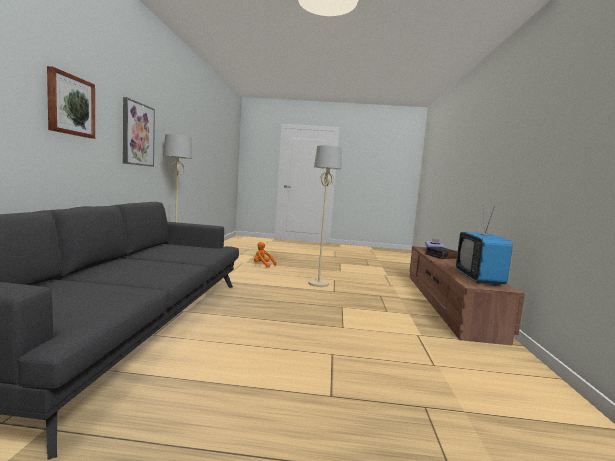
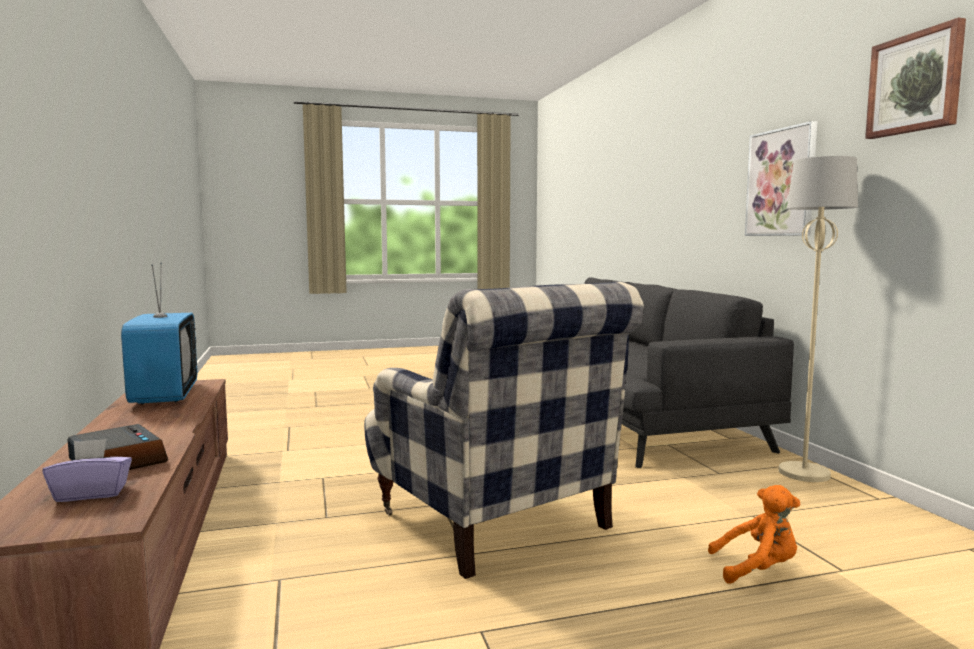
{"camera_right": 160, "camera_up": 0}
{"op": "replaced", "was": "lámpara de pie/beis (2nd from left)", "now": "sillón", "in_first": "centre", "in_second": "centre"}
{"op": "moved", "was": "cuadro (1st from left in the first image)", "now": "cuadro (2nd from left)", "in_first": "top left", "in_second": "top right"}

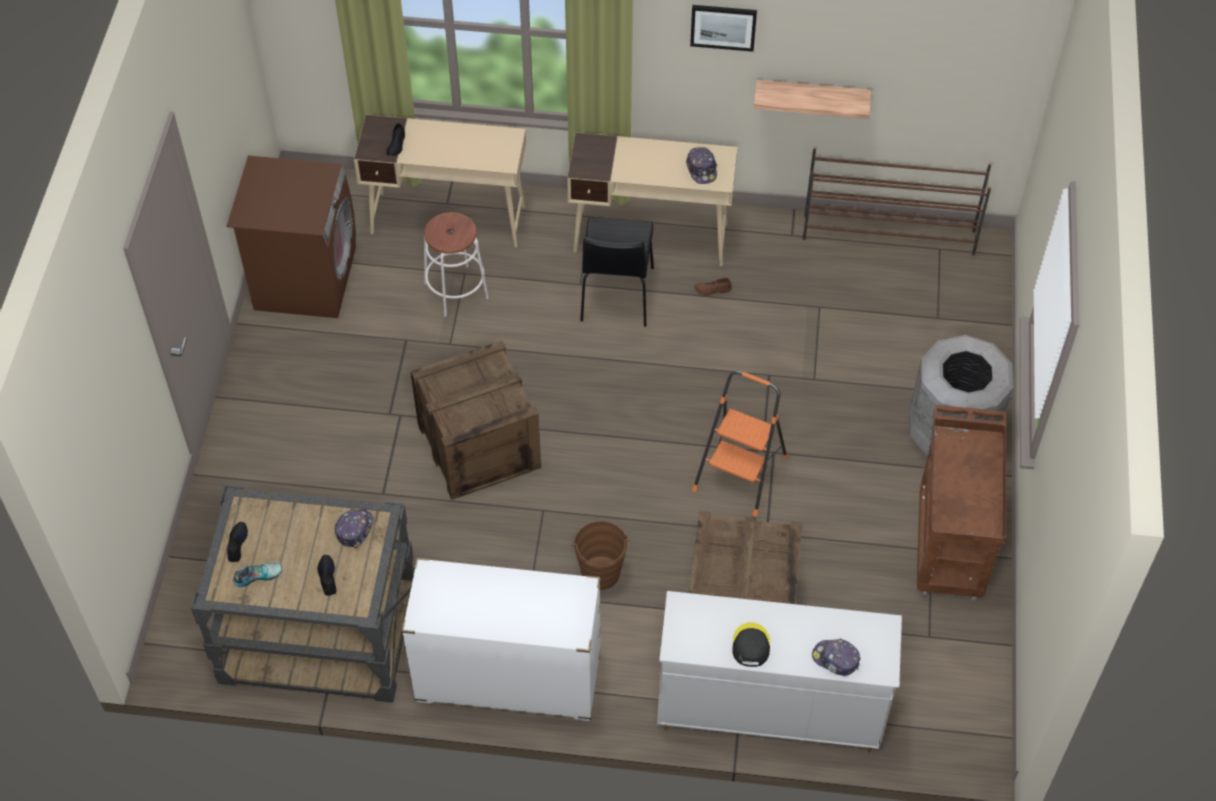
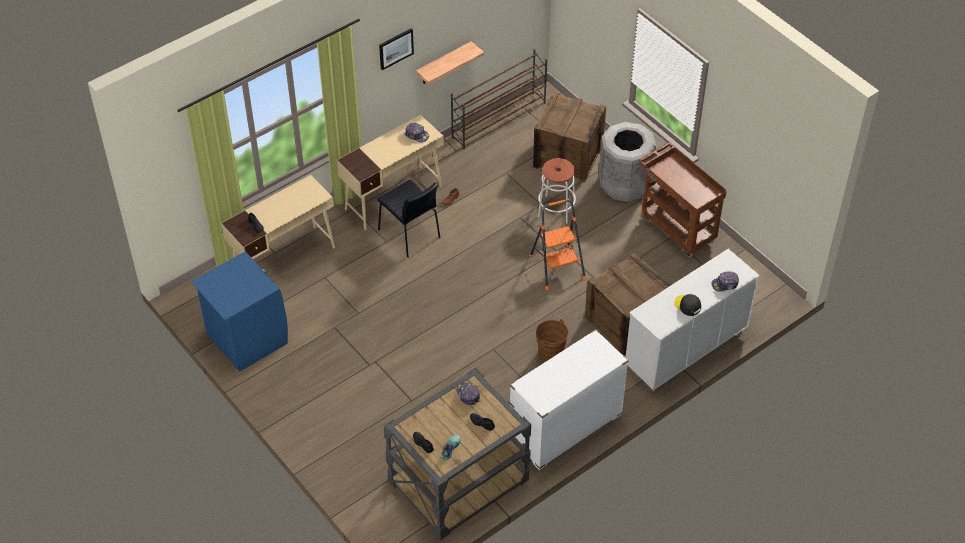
{"camera_right": -45, "camera_up": -5}
{"op": "recoloured", "was": "lavadora/marrón", "now": "lavadora/azul", "in_first": "top left", "in_second": "middle left"}
{"op": "moved", "was": "caja de embalaje (1st from left)", "in_first": "centre", "in_second": "top centre"}
{"op": "moved", "was": "taburete/blanco", "in_first": "top centre", "in_second": "centre"}

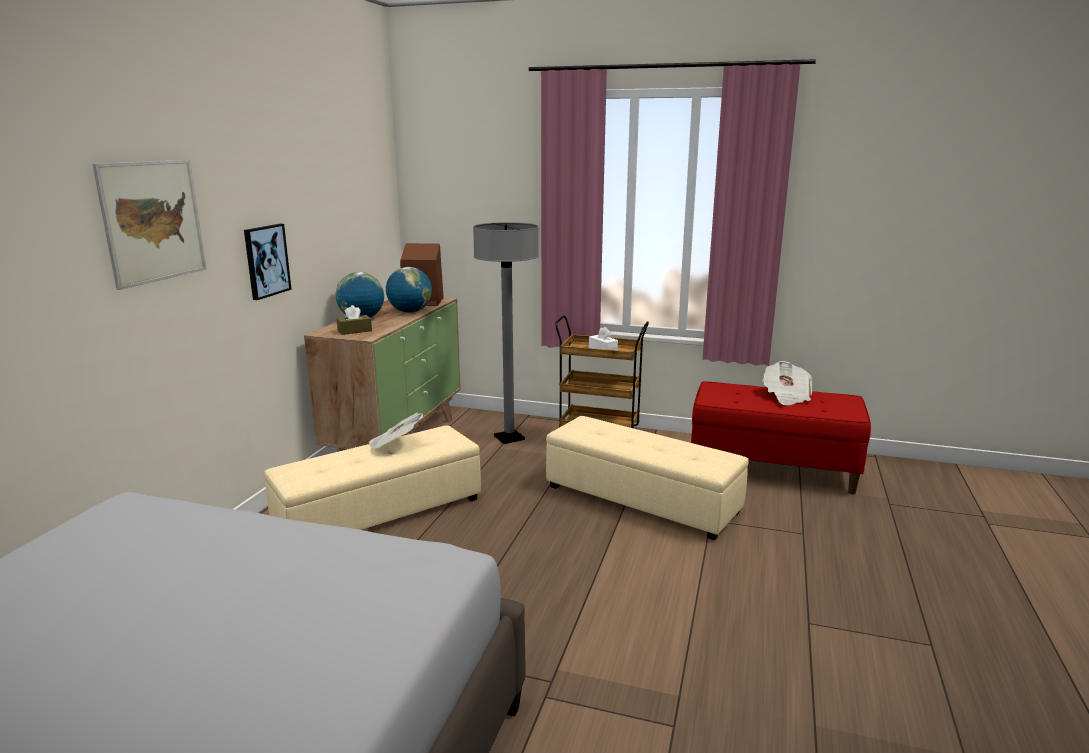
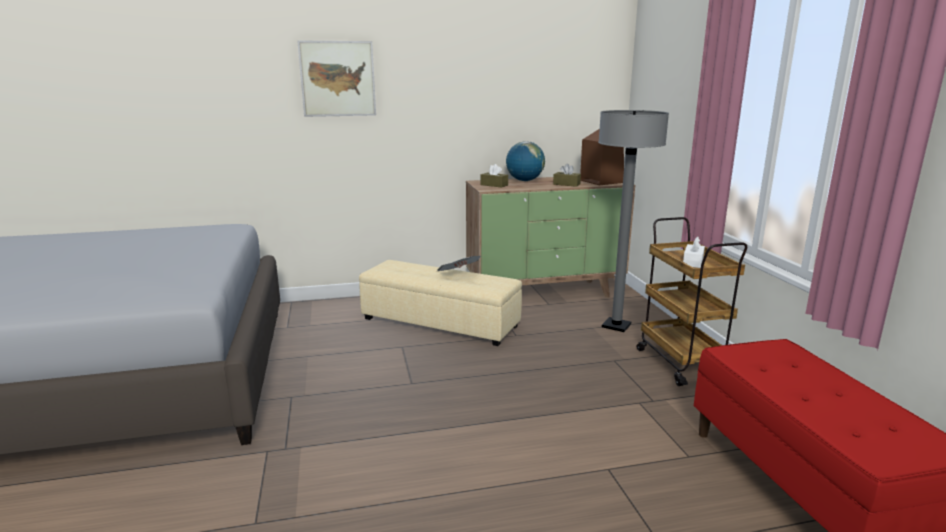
{"camera_right": 60, "camera_up": 0}
{"op": "replaced", "was": "globo terráqueo (2nd from left)", "now": "caja de pañuelos/marrón (2nd from left)", "in_first": "centre", "in_second": "top centre"}
{"op": "removed", "was": "cuadro (2nd from left)", "in_first": "middle left"}
{"op": "removed", "was": "puf/beis (2nd from left)", "in_first": "centre"}
{"op": "removed", "was": "periódico (2nd from left)", "in_first": "middle right"}

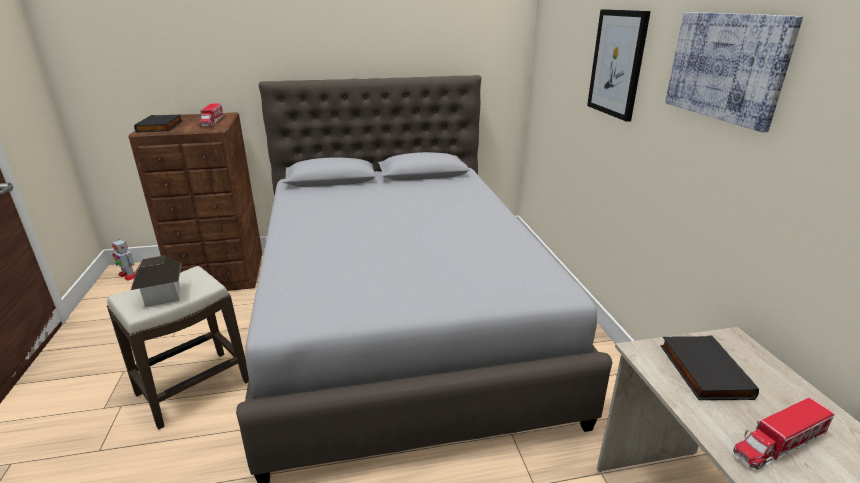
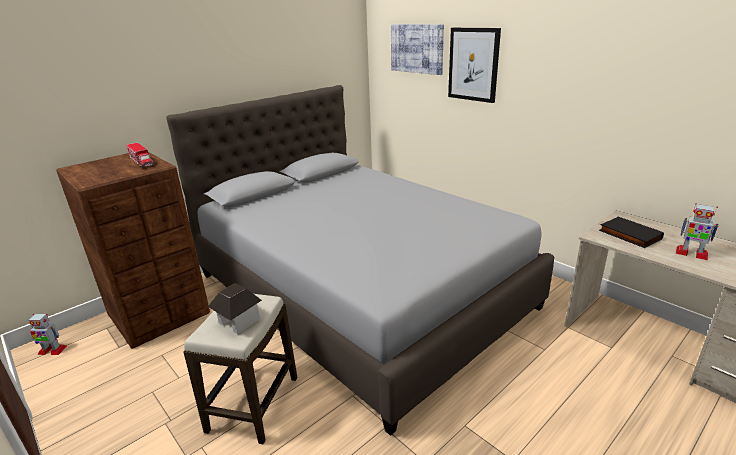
{"camera_right": -30, "camera_up": 0}
{"op": "moved", "was": "cuadro (2nd from left in the first image)", "now": "cuadro (1st from left)", "in_first": "top right", "in_second": "top centre"}
{"op": "replaced", "was": "camión de juguete (2nd from left)", "now": "robot de juguete (2nd from left)", "in_first": "bottom right", "in_second": "middle right"}
{"op": "removed", "was": "libro/negro (1st from left)", "in_first": "top left"}

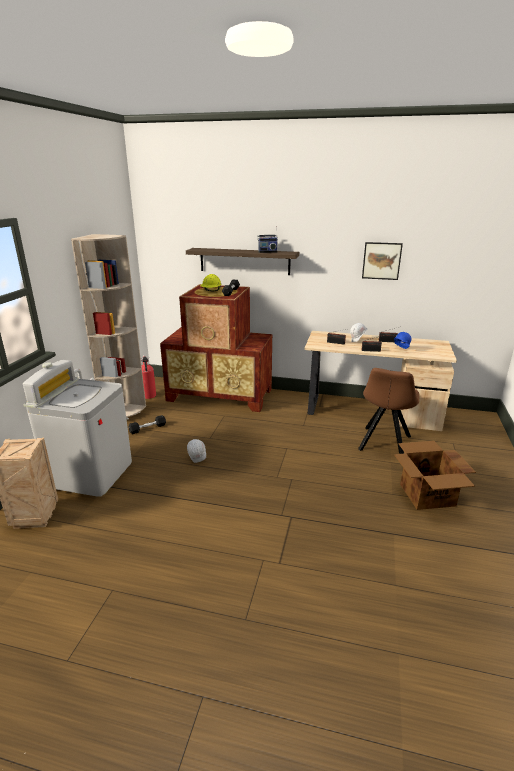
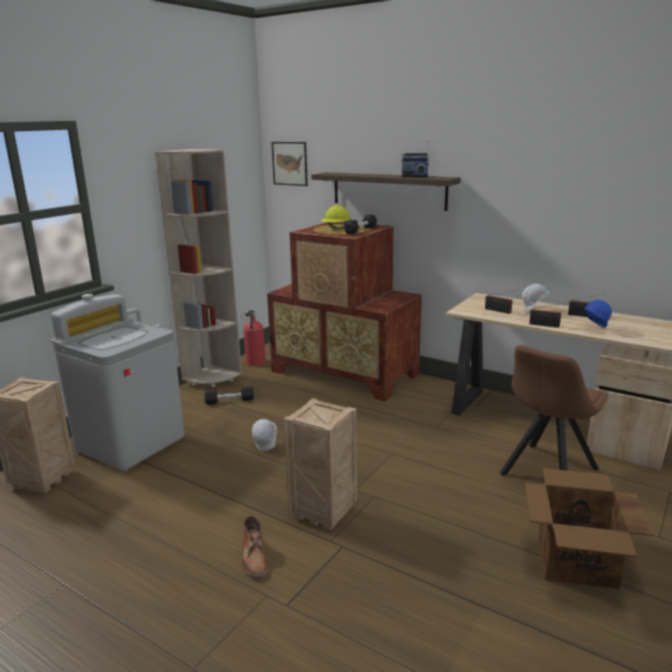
{"camera_right": 20, "camera_up": -5}
{"op": "added", "now": "bota/marrón", "in_second": "bottom centre"}
{"op": "moved", "was": "cuadro", "in_first": "middle right", "in_second": "top centre"}
{"op": "added", "now": "caja de embalaje (2nd from left)", "in_second": "bottom centre"}

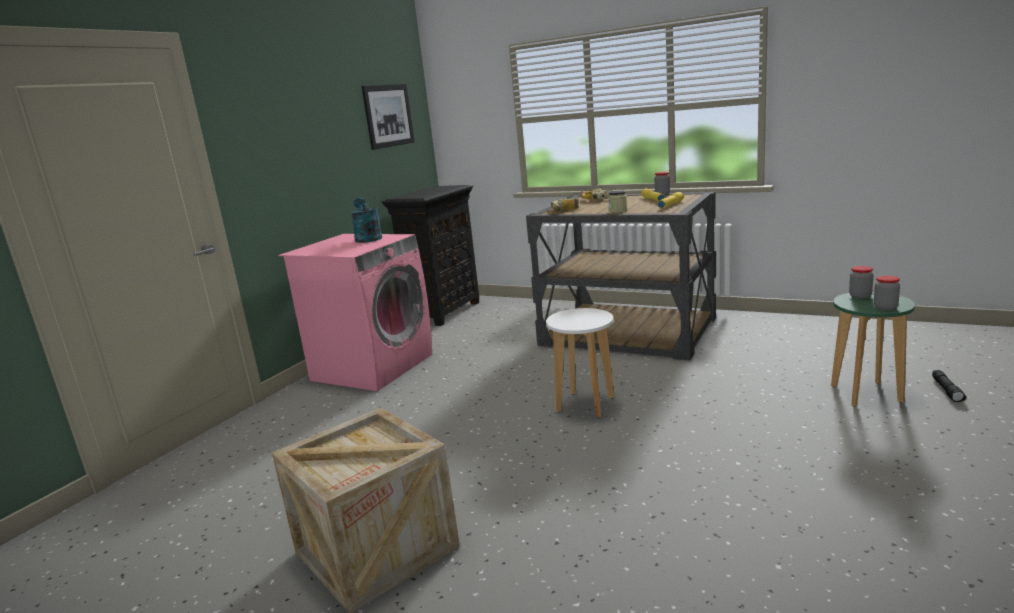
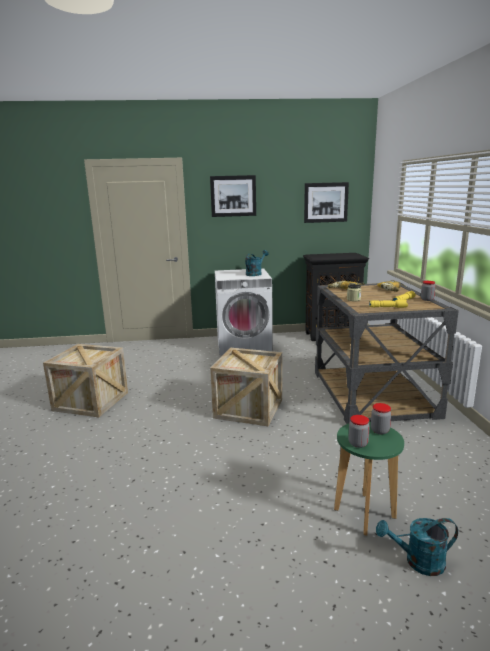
{"camera_right": 55, "camera_up": 0}
{"op": "added", "now": "cuadro (1st from left)", "in_second": "top centre"}
{"op": "replaced", "was": "taburete/blanco", "now": "caja de embalaje (2nd from left)", "in_first": "centre", "in_second": "centre"}
{"op": "recoloured", "was": "lavadora/rosa", "now": "lavadora/blanco", "in_first": "centre", "in_second": "centre"}
{"op": "replaced", "was": "linterna/negro", "now": "regadera/turquesa (2nd from left)", "in_first": "middle right", "in_second": "bottom right"}

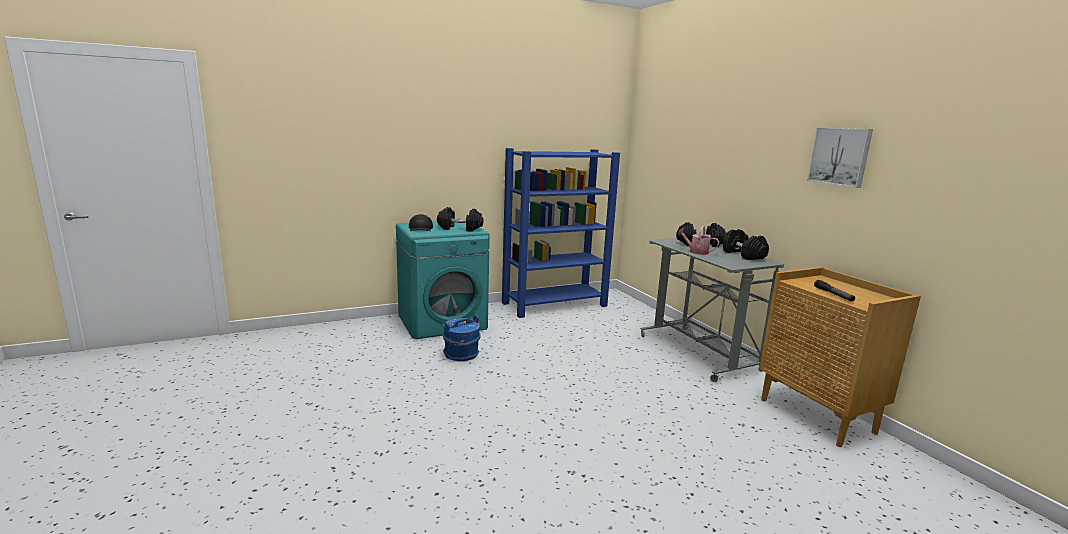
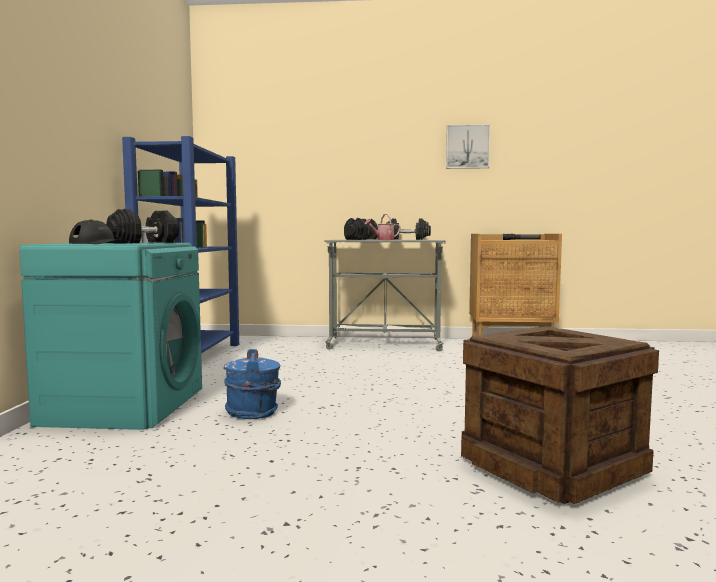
{"camera_right": -60, "camera_up": -10}
{"op": "added", "now": "caja de embalaje", "in_second": "bottom right"}

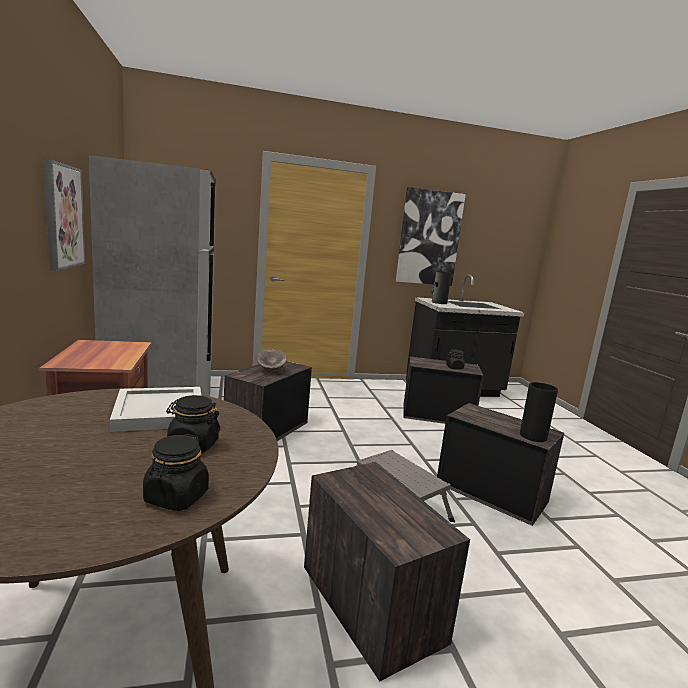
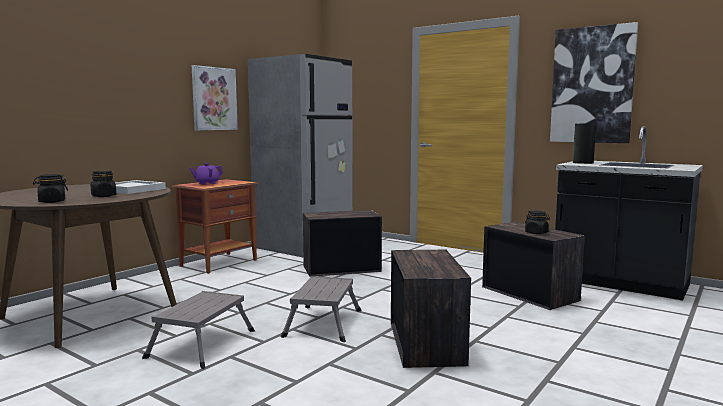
{"camera_right": 50, "camera_up": -5}
{"op": "replaced", "was": "caja de embalaje (2nd from left)", "now": "escalera de tijera/gris (1st from left)", "in_first": "bottom centre", "in_second": "bottom left"}
{"op": "added", "now": "tetera/morado", "in_second": "middle left"}
{"op": "removed", "was": "cuenco/gris", "in_first": "centre"}
{"op": "removed", "was": "florero (2nd from left)", "in_first": "middle right"}

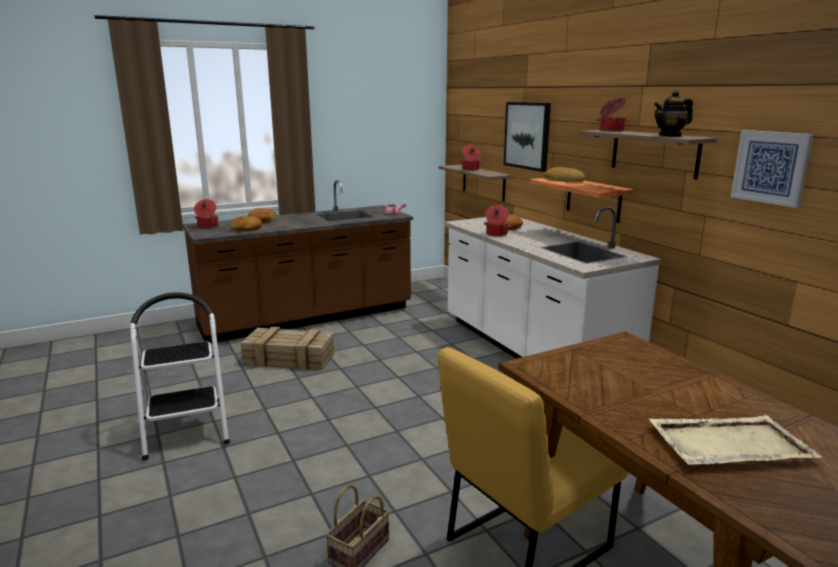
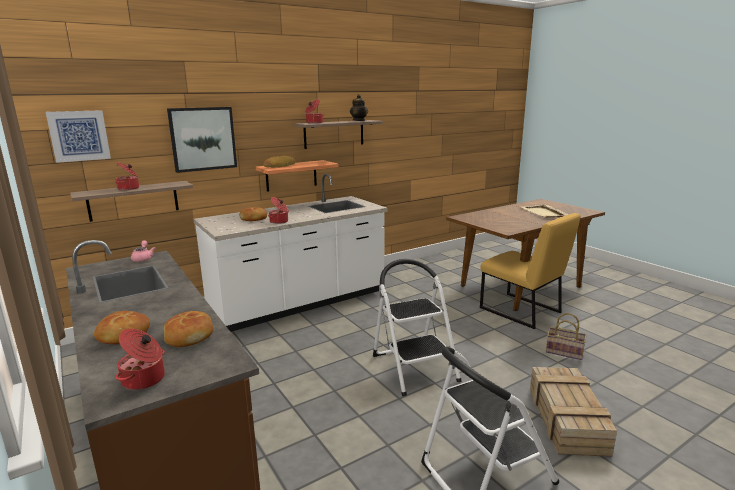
{"camera_right": -95, "camera_up": 0}
{"op": "moved", "was": "cuadro (2nd from left in the first image)", "now": "cuadro (1st from left)", "in_first": "top right", "in_second": "top left"}
{"op": "added", "now": "escalera de tijera (1st from left)", "in_second": "bottom centre"}
{"op": "moved", "was": "caja de embalaje", "in_first": "centre", "in_second": "bottom right"}

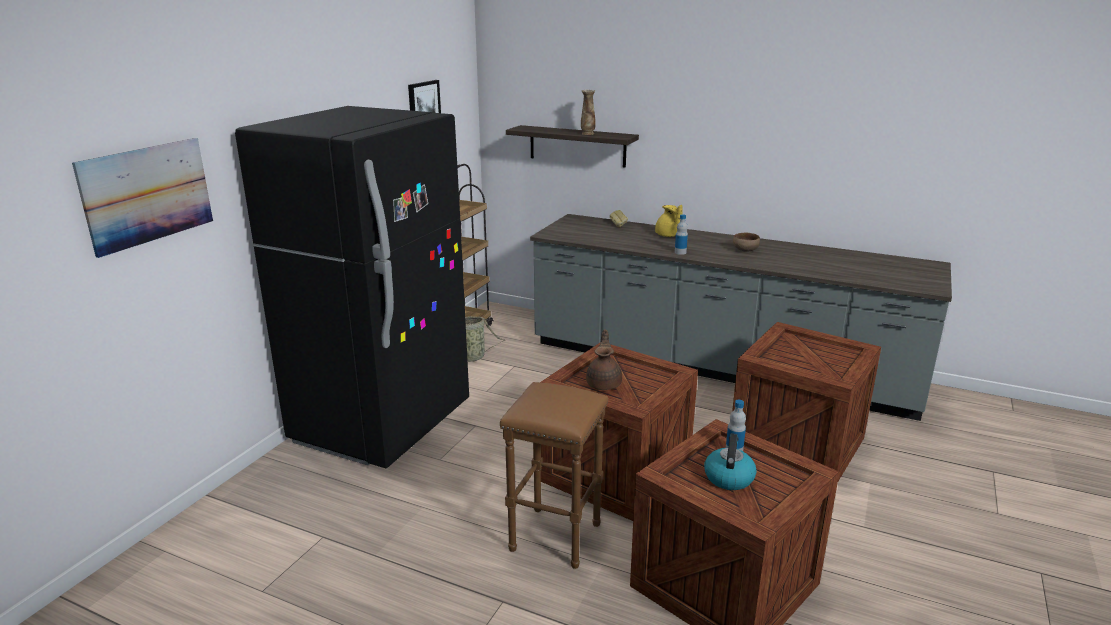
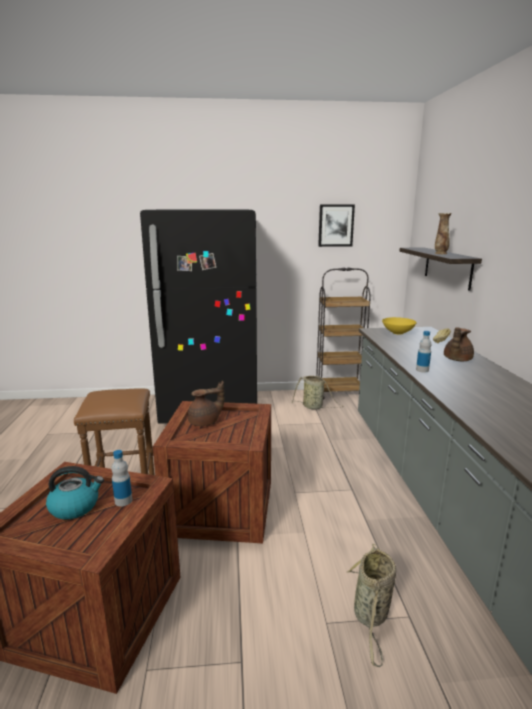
{"camera_right": 60, "camera_up": -5}
{"op": "replaced", "was": "caja de embalaje (3rd from left)", "now": "cesta (2nd from left)", "in_first": "middle right", "in_second": "bottom right"}
{"op": "added", "now": "cuenco/amarillo", "in_second": "middle right"}
{"op": "recoloured", "was": "tetera/amarillo", "now": "tetera/marrón (2nd from left)", "in_first": "centre", "in_second": "middle right"}
{"op": "removed", "was": "cuadro (1st from left)", "in_first": "top left"}
{"op": "removed", "was": "cuenco/marrón", "in_first": "middle right"}

